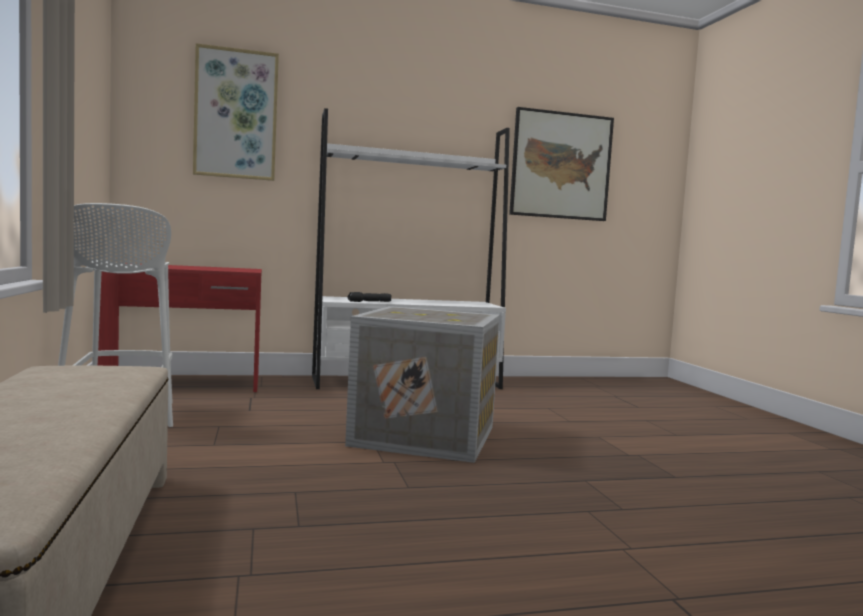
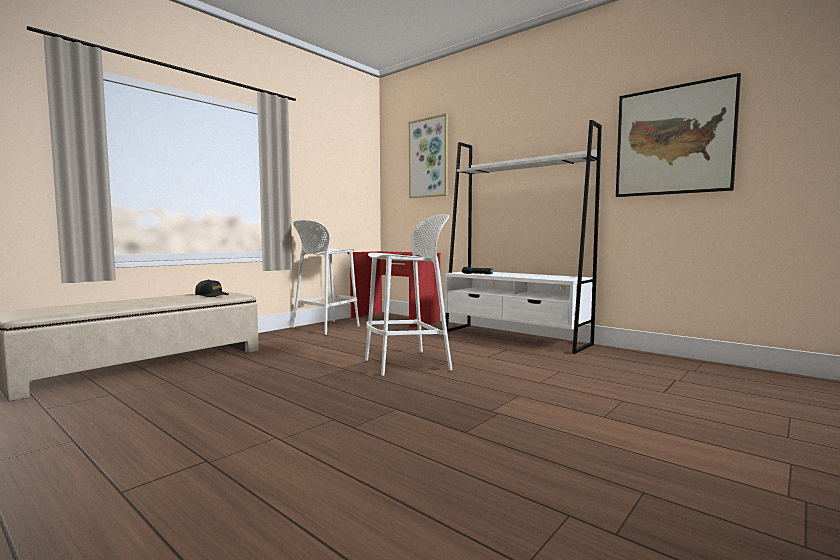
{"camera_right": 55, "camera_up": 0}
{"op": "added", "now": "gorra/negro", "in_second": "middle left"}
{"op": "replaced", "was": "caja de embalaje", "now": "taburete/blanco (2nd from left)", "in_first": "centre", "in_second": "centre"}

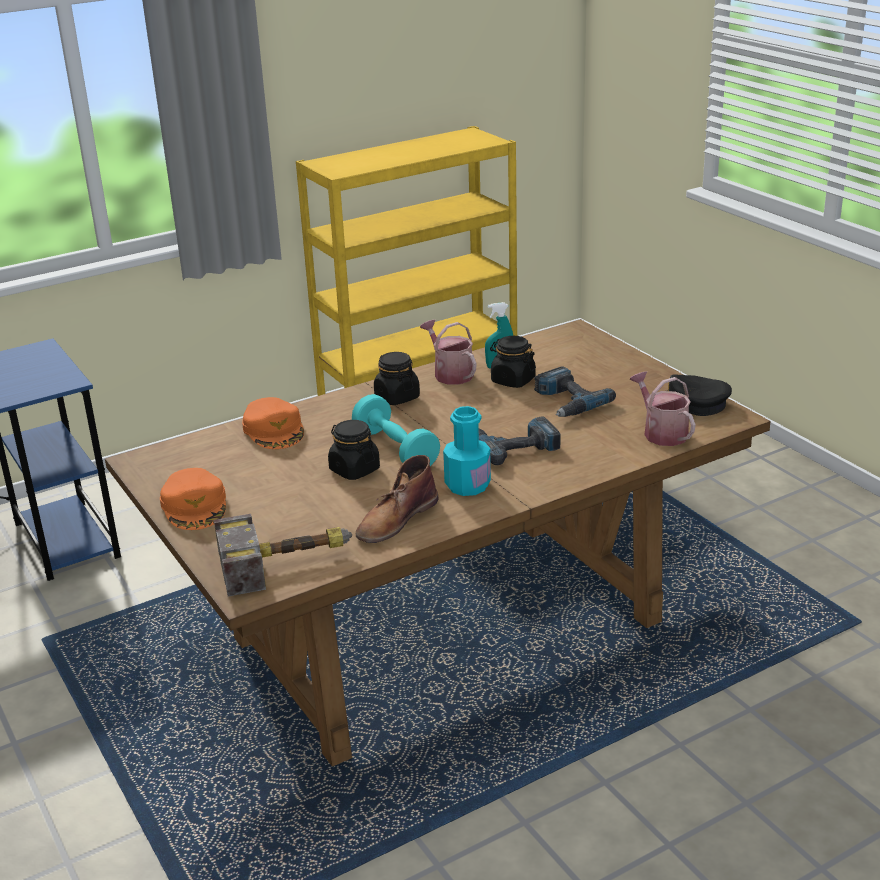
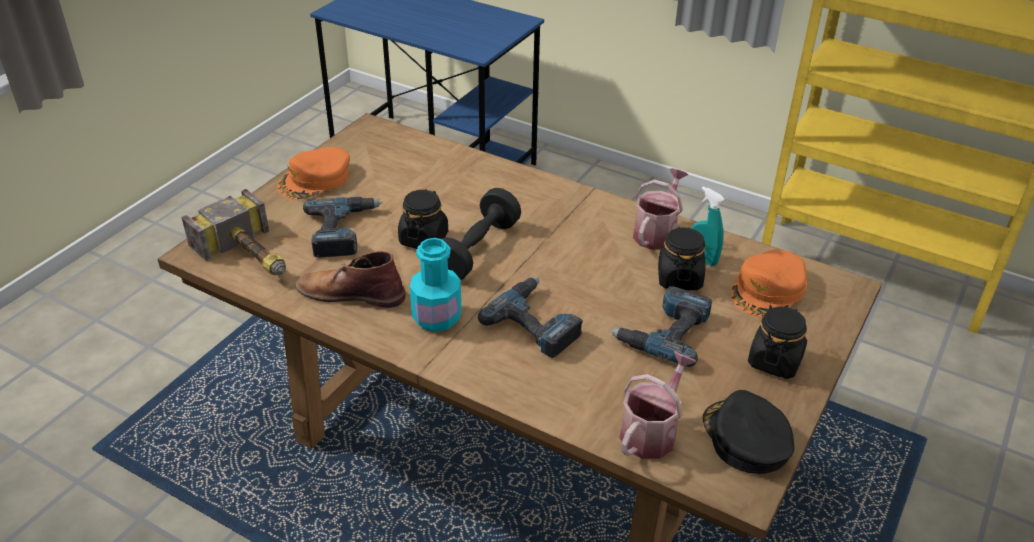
{"camera_right": 60, "camera_up": 10}
{"op": "added", "now": "taladro (1st from left)", "in_second": "middle left"}
{"op": "recoloured", "was": "mancuerna/turquesa", "now": "mancuerna/negro", "in_first": "centre", "in_second": "centre"}
{"op": "moved", "was": "gorra/naranja (2nd from left)", "in_first": "middle left", "in_second": "middle right"}
{"op": "moved", "was": "tarro/negro (2nd from left in the first image)", "now": "tarro/negro (3rd from left)", "in_first": "centre", "in_second": "middle right"}

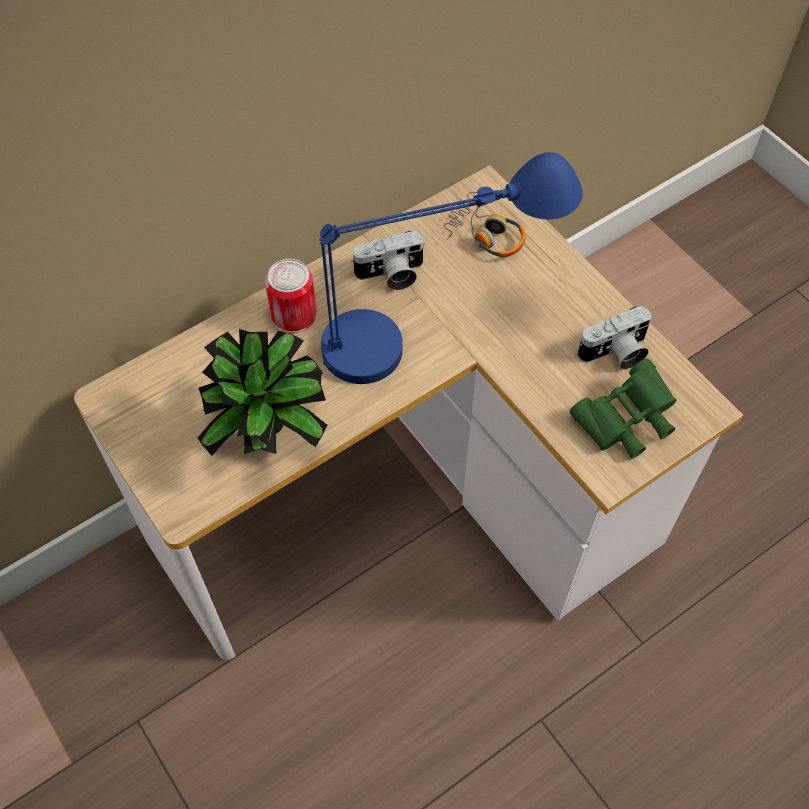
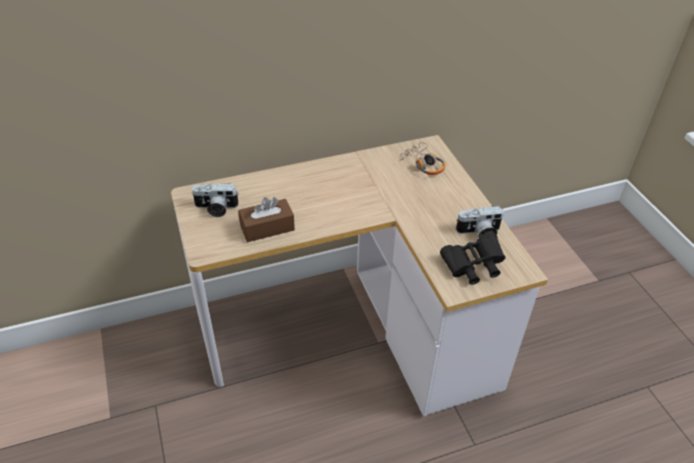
{"camera_right": 15, "camera_up": -15}
{"op": "moved", "was": "cámara (1st from left)", "in_first": "top centre", "in_second": "middle left"}
{"op": "replaced", "was": "planta en maceta", "now": "caja de pañuelos/marrón", "in_first": "middle left", "in_second": "centre"}
{"op": "recoloured", "was": "prismáticos/verde", "now": "prismáticos/negro", "in_first": "middle right", "in_second": "middle right"}
{"op": "removed", "was": "lata", "in_first": "centre"}
{"op": "removed", "was": "lámpara de mesa/azul", "in_first": "top centre"}

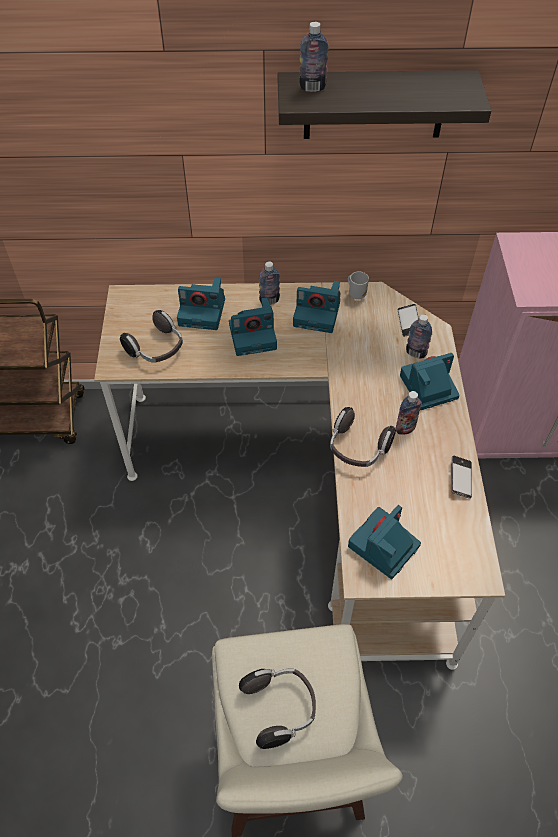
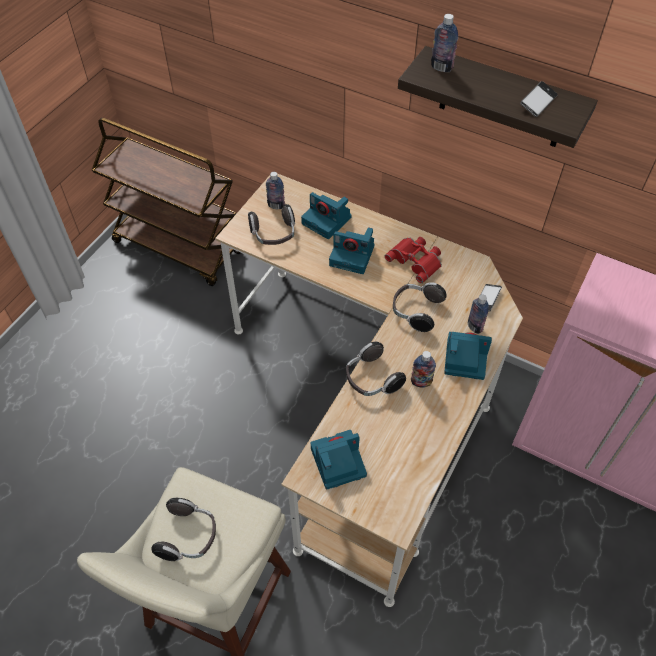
{"camera_right": 30, "camera_up": 0}
{"op": "moved", "was": "botella (1st from left)", "in_first": "centre", "in_second": "top centre"}
{"op": "replaced", "was": "cámara (3rd from left)", "now": "prismáticos/rojo", "in_first": "centre", "in_second": "centre"}
{"op": "added", "now": "auriculares (4th from left)", "in_second": "centre"}
{"op": "moved", "was": "móvil (2nd from left)", "in_first": "middle right", "in_second": "top right"}
{"op": "removed", "was": "taza grande", "in_first": "centre"}

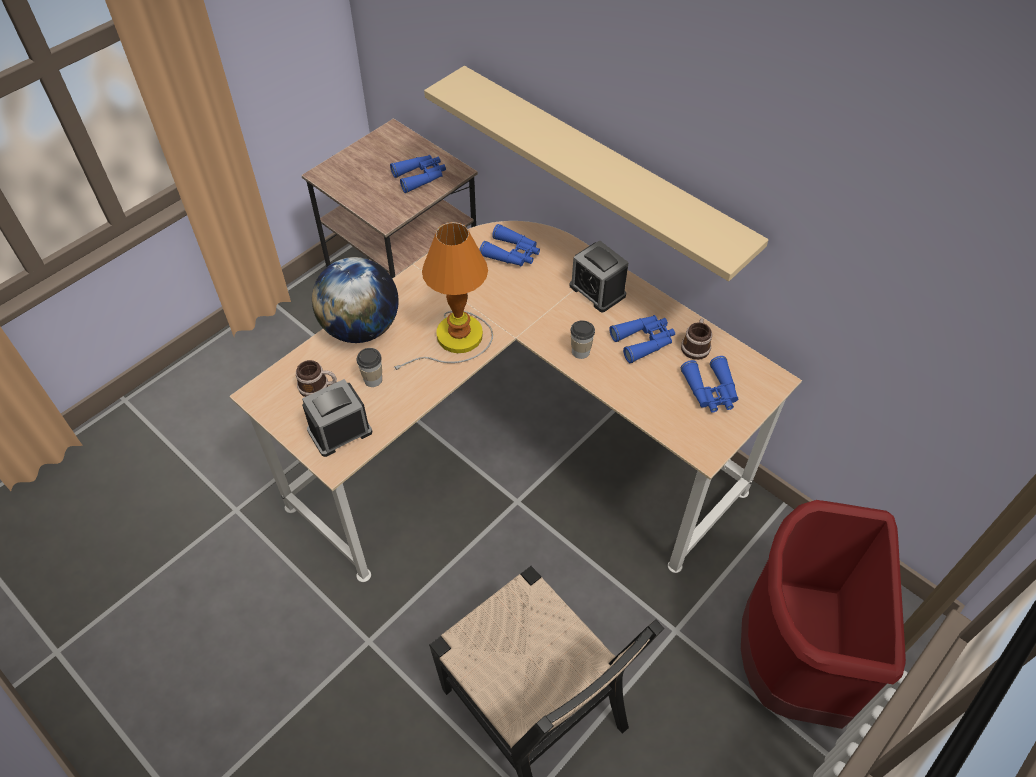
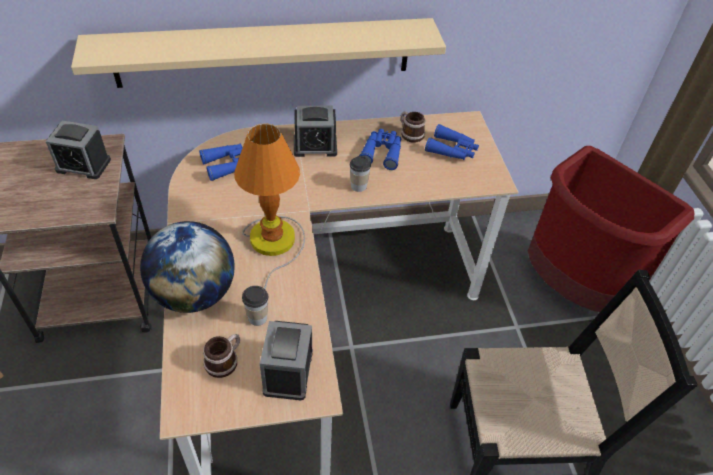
{"camera_right": -55, "camera_up": -5}
{"op": "replaced", "was": "prismáticos/azul (1st from left)", "now": "despertador (1st from left)", "in_first": "top centre", "in_second": "top left"}

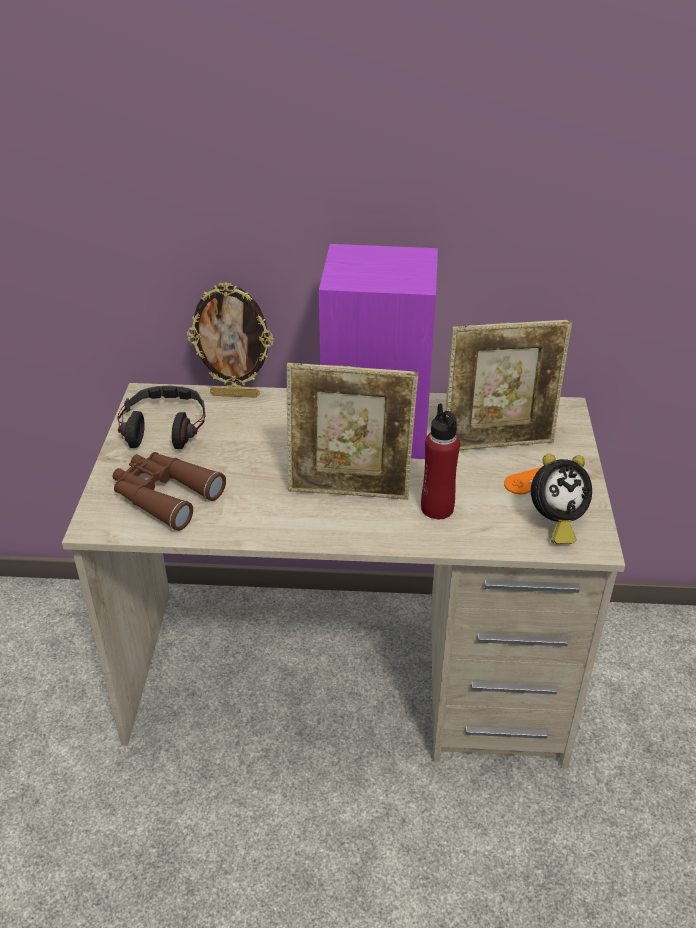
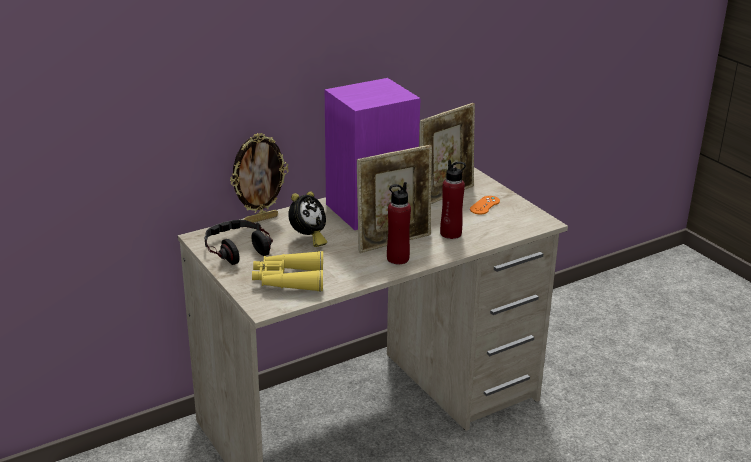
{"camera_right": -35, "camera_up": -10}
{"op": "recoloured", "was": "prismáticos/marrón", "now": "prismáticos/amarillo", "in_first": "middle left", "in_second": "centre"}
{"op": "moved", "was": "despertador", "in_first": "middle right", "in_second": "centre"}
{"op": "added", "now": "botella/rojo (1st from left)", "in_second": "centre"}

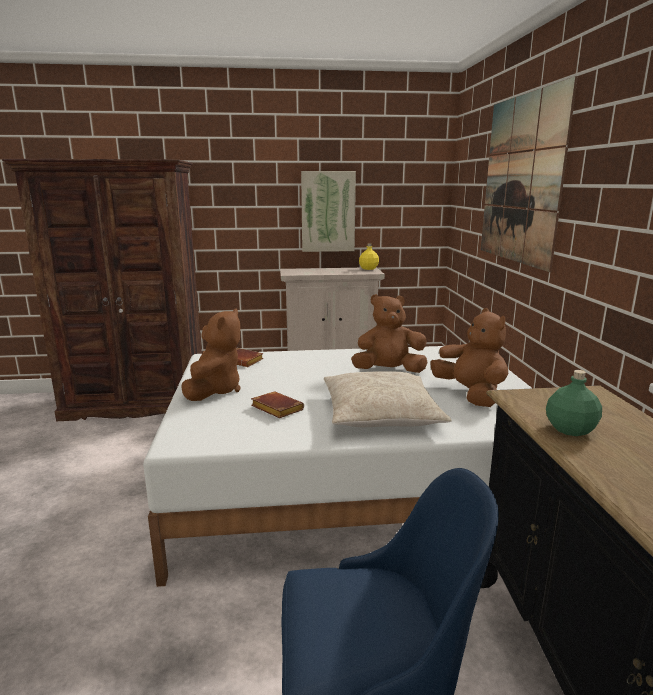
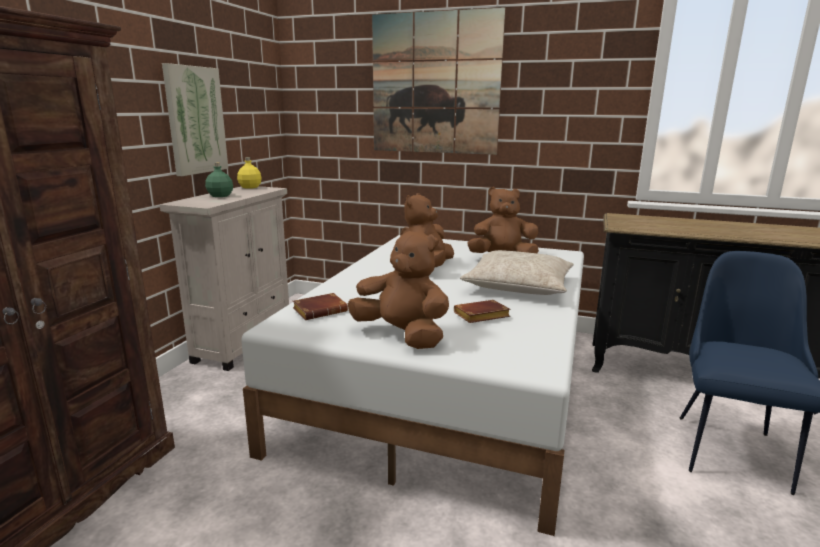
{"camera_right": -65, "camera_up": 0}
{"op": "moved", "was": "botella/verde", "in_first": "middle right", "in_second": "top left"}

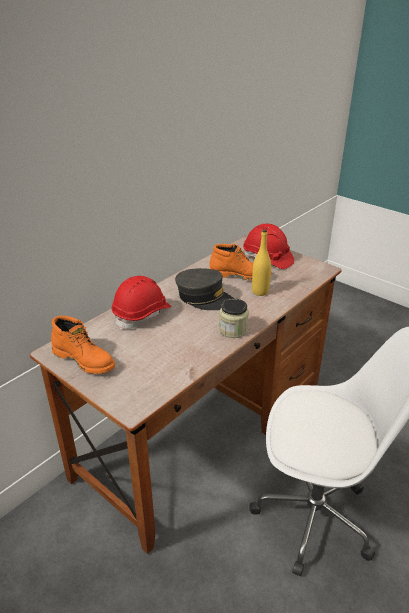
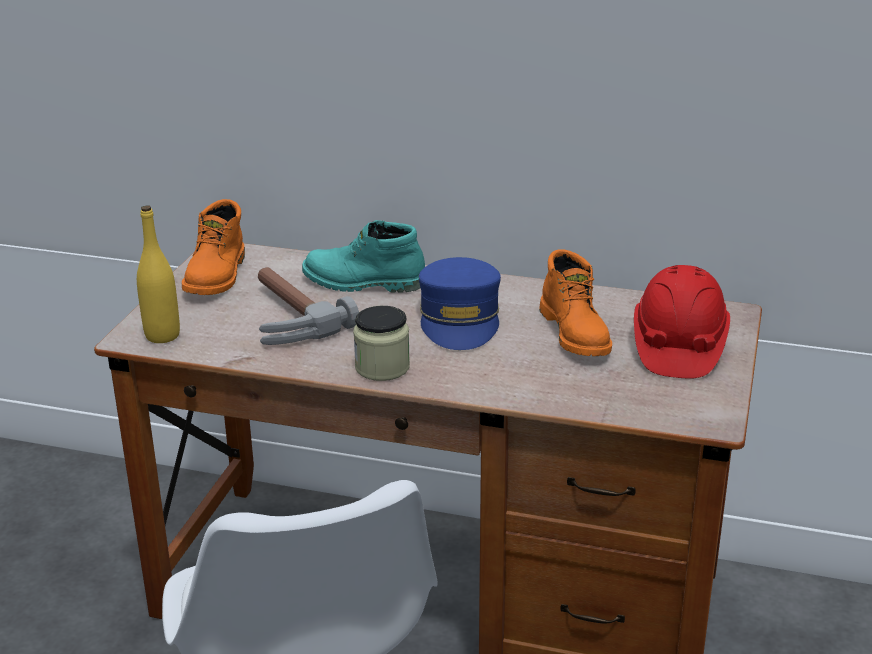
{"camera_right": 65, "camera_up": -5}
{"op": "moved", "was": "botella/amarillo", "in_first": "centre", "in_second": "middle left"}
{"op": "added", "now": "martillo", "in_second": "centre"}
{"op": "replaced", "was": "casco/rojo (1st from left)", "now": "bota/turquesa", "in_first": "centre", "in_second": "centre"}
{"op": "recoloured", "was": "gorra/gris", "now": "gorra/azul", "in_first": "centre", "in_second": "centre"}

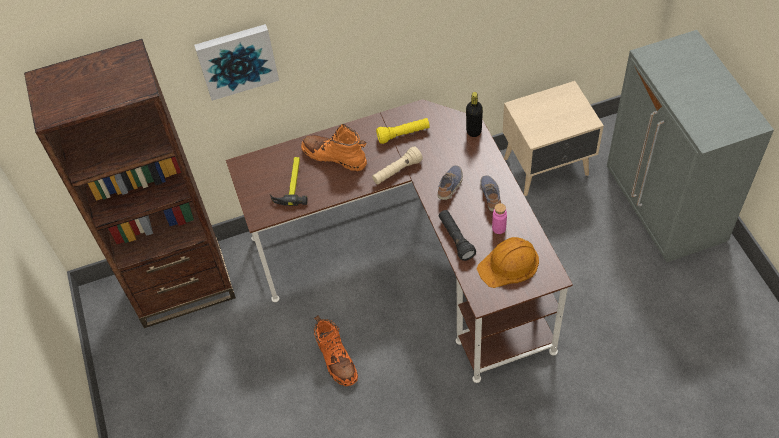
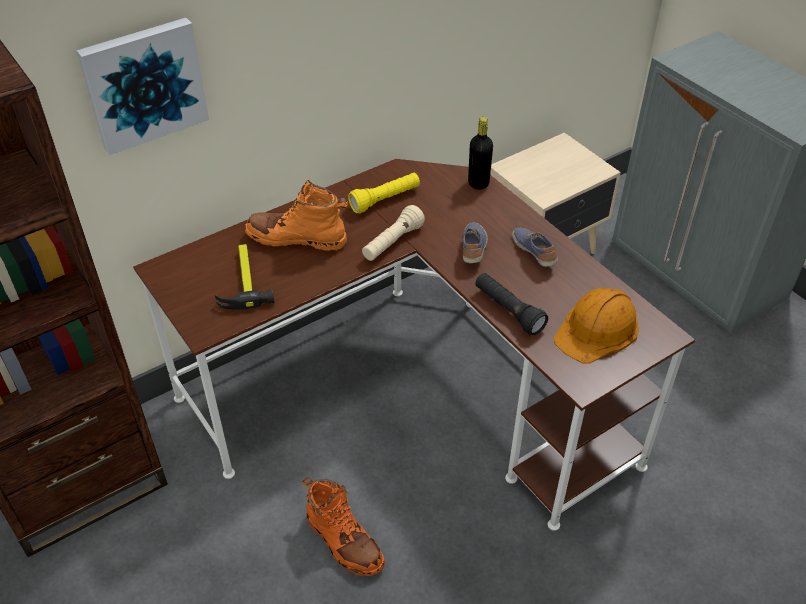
{"camera_right": -20, "camera_up": -10}
{"op": "removed", "was": "botella/rosa", "in_first": "centre"}

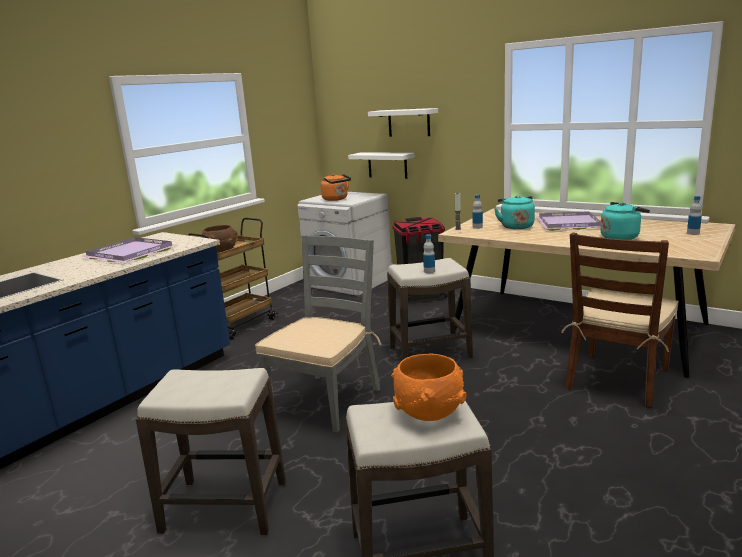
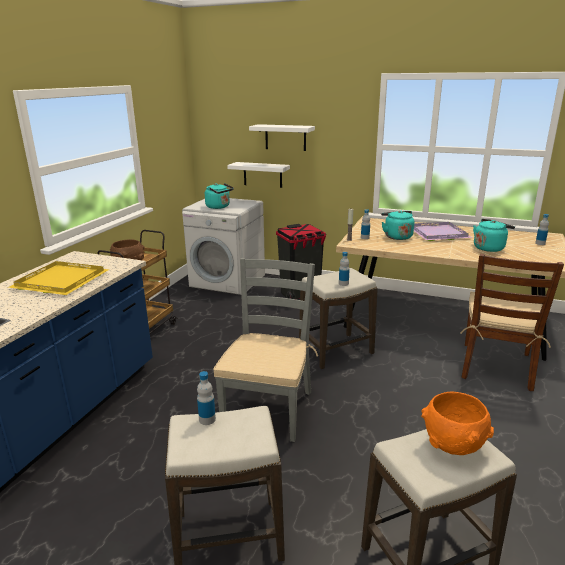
{"camera_right": -15, "camera_up": 5}
{"op": "recoloured", "was": "bandeja/morado (1st from left)", "now": "bandeja/amarillo", "in_first": "middle left", "in_second": "middle left"}
{"op": "added", "now": "botella (1st from left)", "in_second": "bottom centre"}
{"op": "recoloured", "was": "hervidor/naranja", "now": "hervidor/turquesa (1st from left)", "in_first": "centre", "in_second": "centre"}

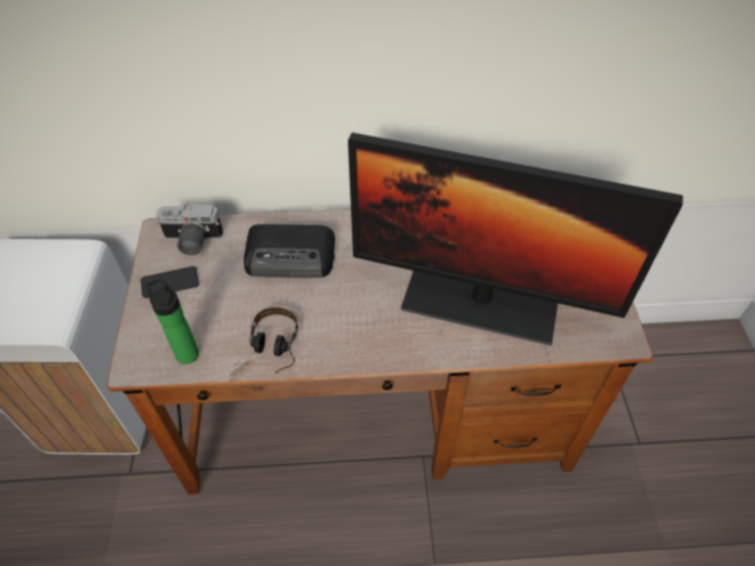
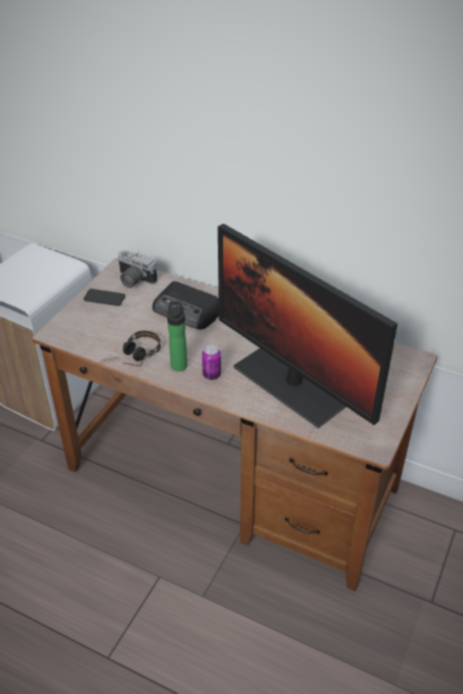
{"camera_right": 30, "camera_up": -10}
{"op": "moved", "was": "botella", "in_first": "middle left", "in_second": "centre"}
{"op": "added", "now": "lata", "in_second": "centre"}

